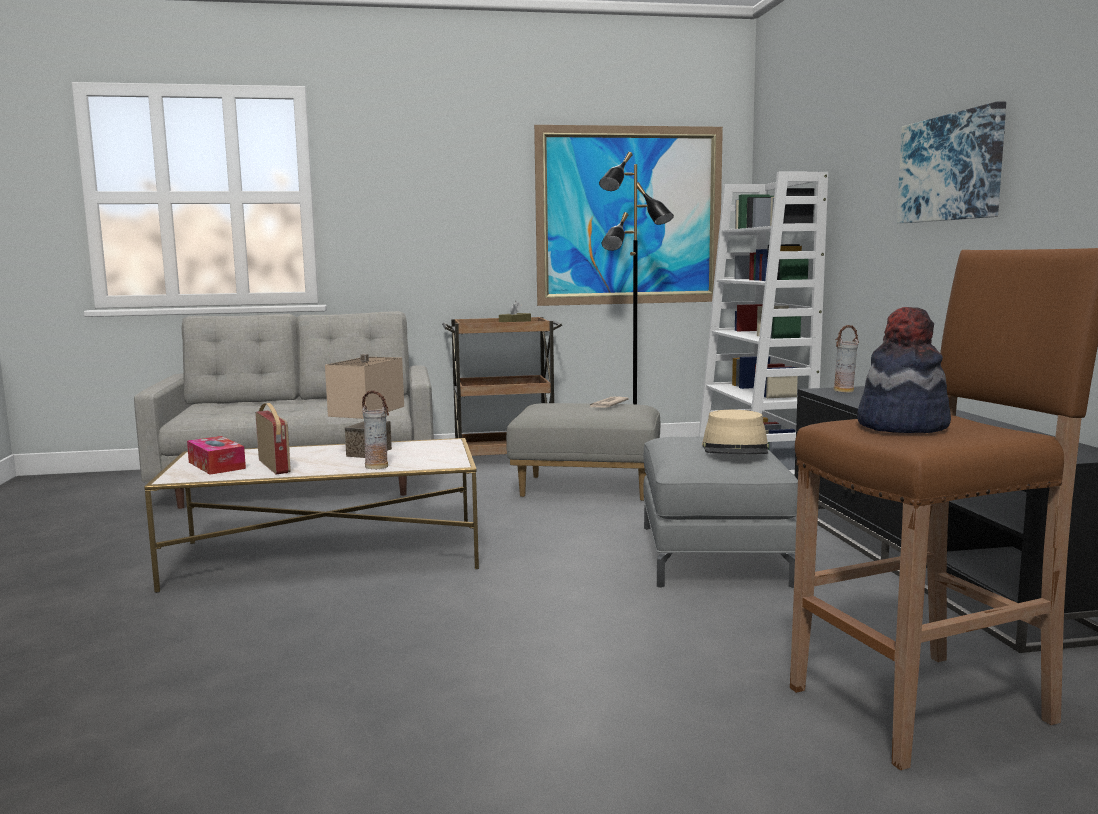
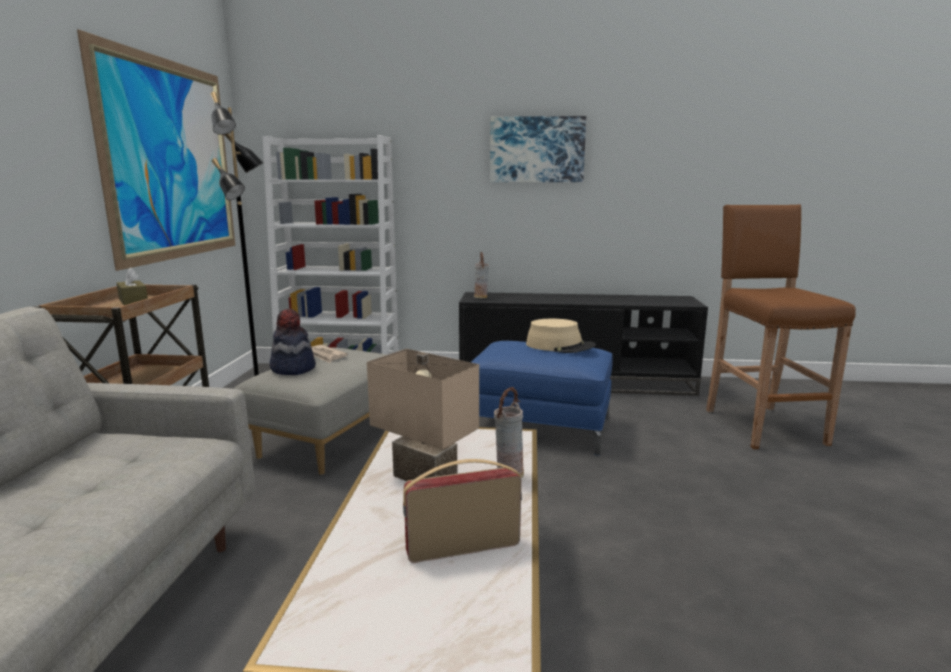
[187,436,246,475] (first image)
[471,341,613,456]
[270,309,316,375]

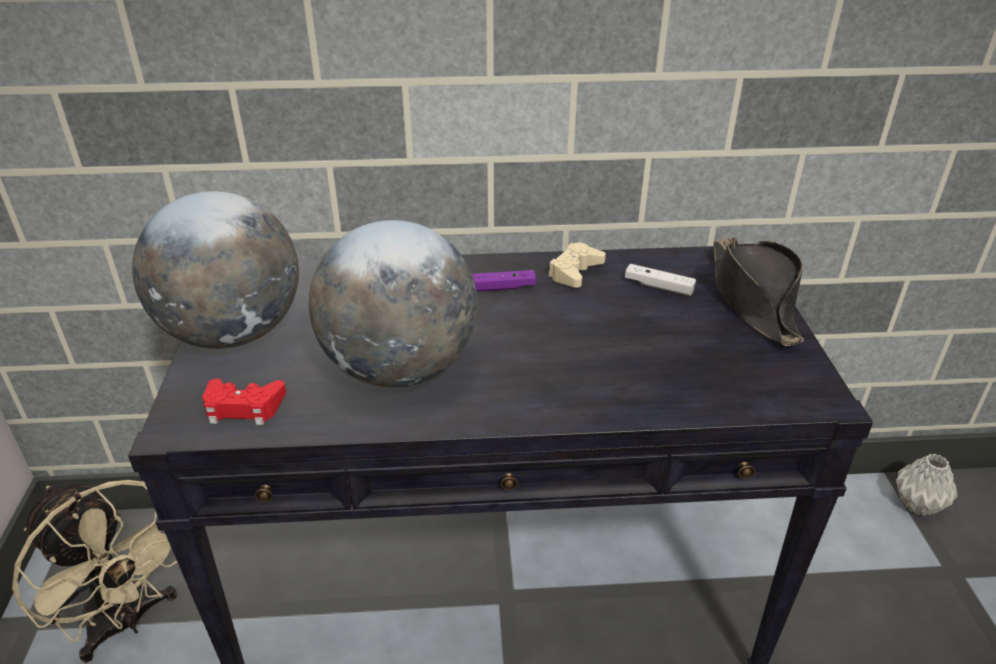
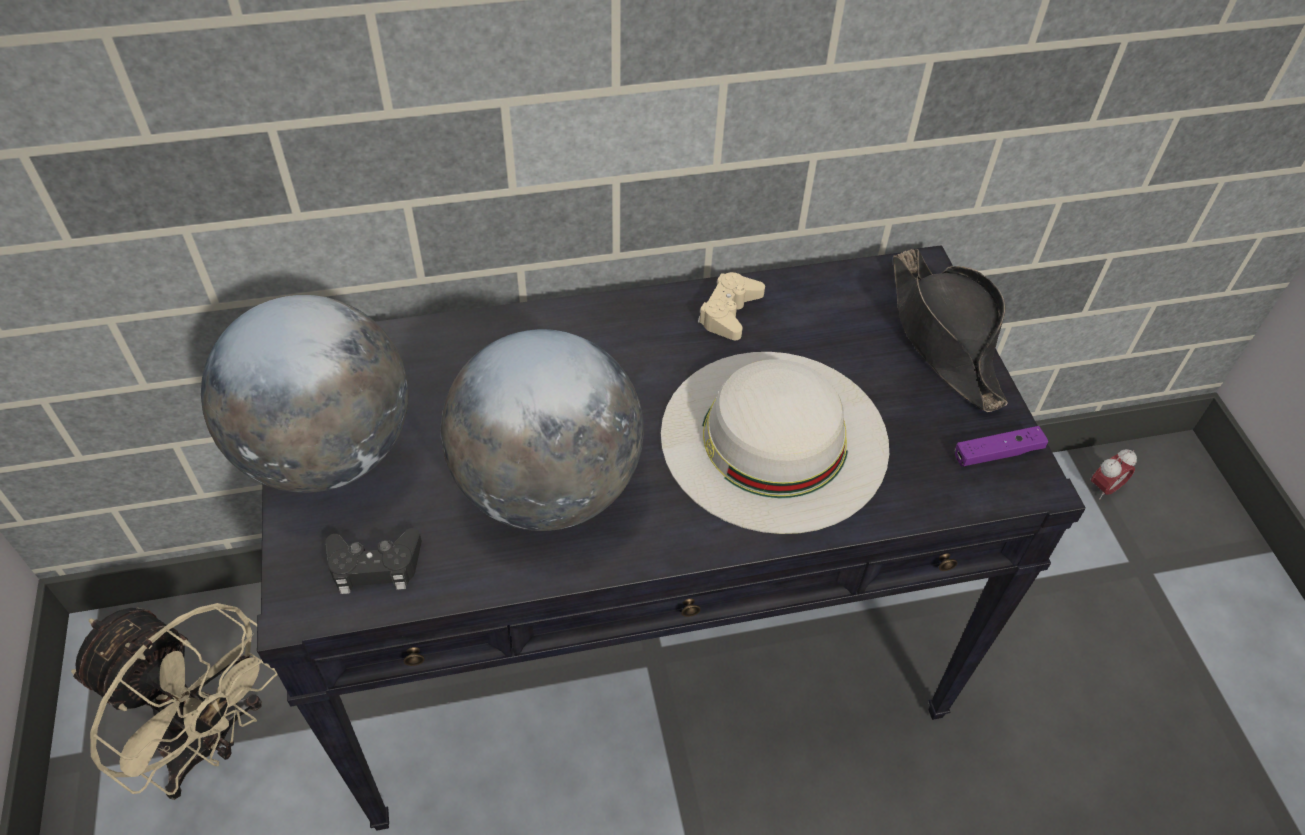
[325,528,422,594]
[955,426,1048,466]
[625,264,696,296] (first image)
[1091,449,1137,499]
[661,352,889,534]

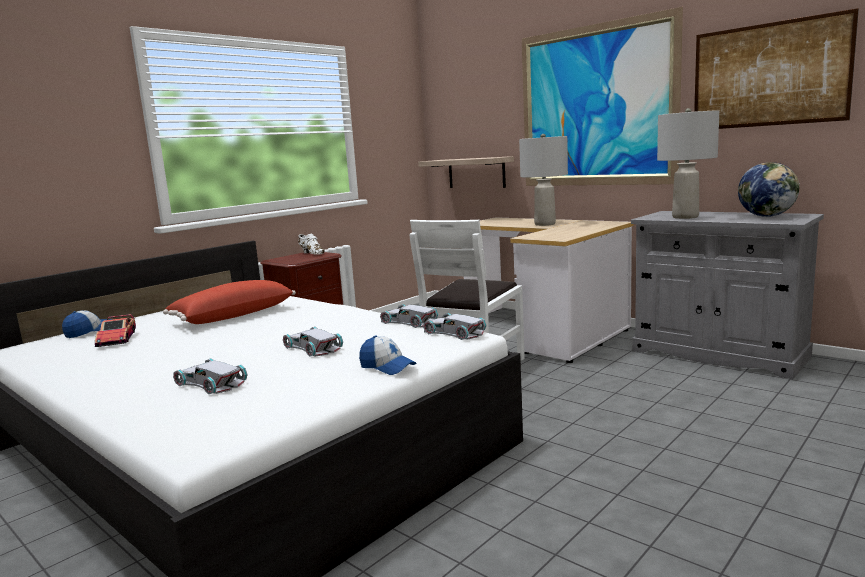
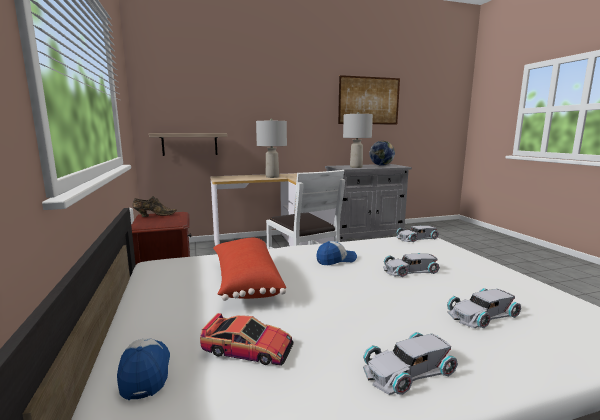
[132,196,177,217]
[317,241,357,265]
[363,332,458,395]
[522,7,683,186] (first image)

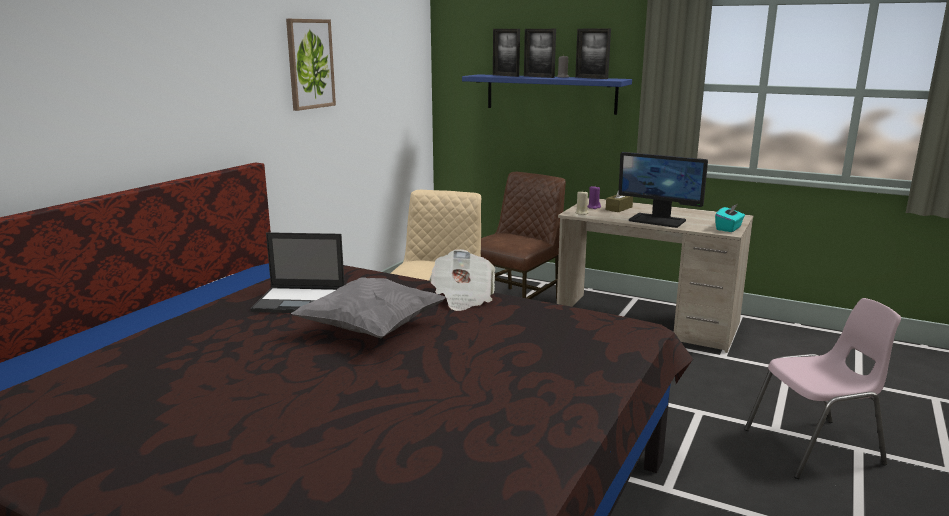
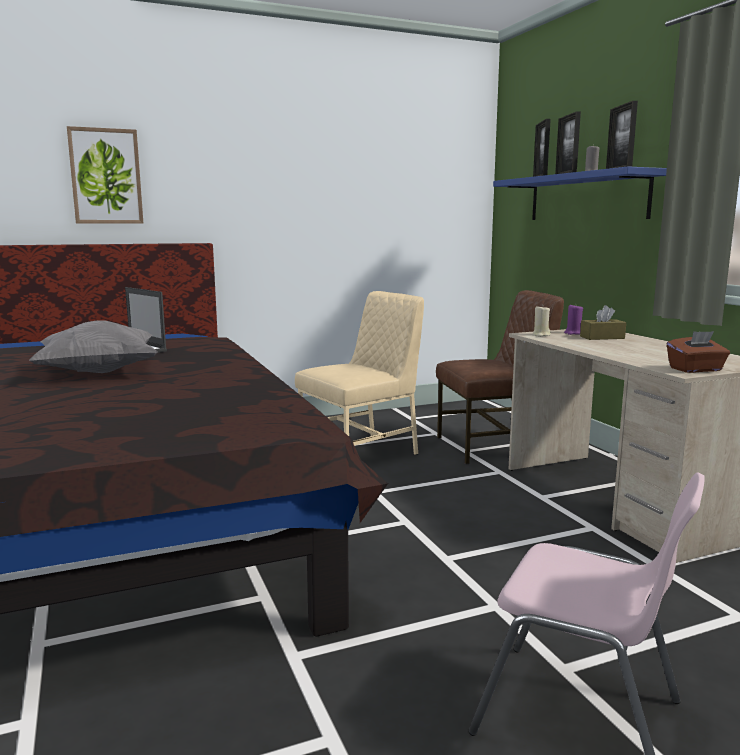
[67,126,144,224]
[429,249,495,311] (first image)
[618,152,708,228] (first image)
[667,331,730,373]

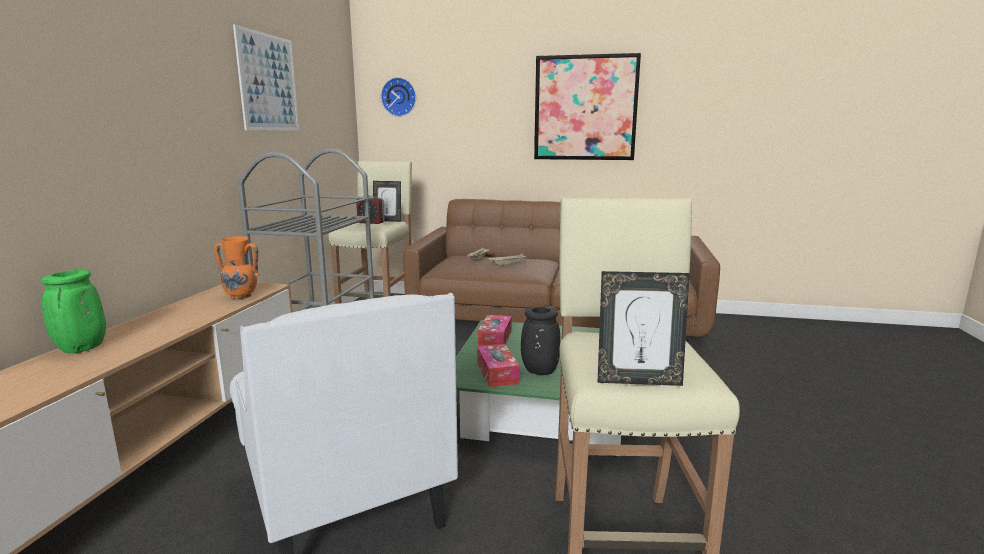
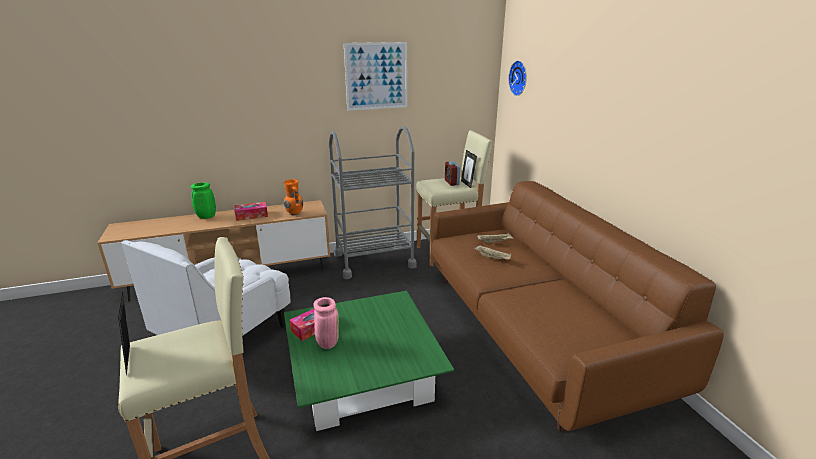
[234,202,268,221]
[314,297,339,349]
[534,53,641,160] (first image)

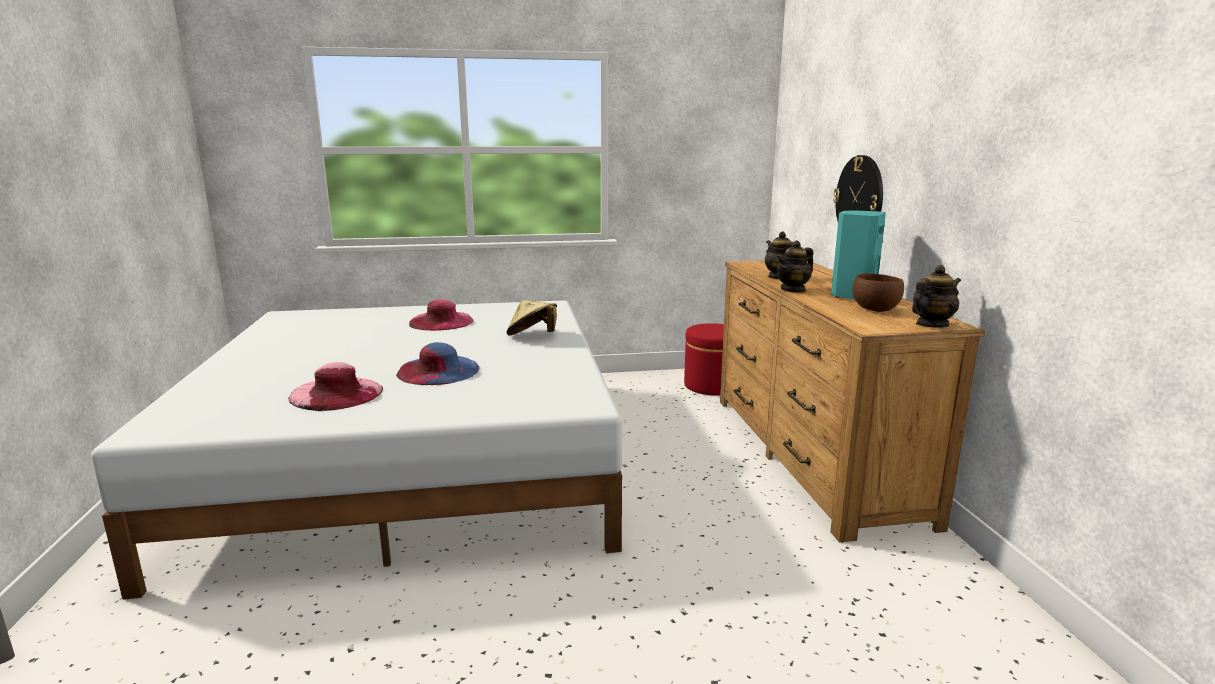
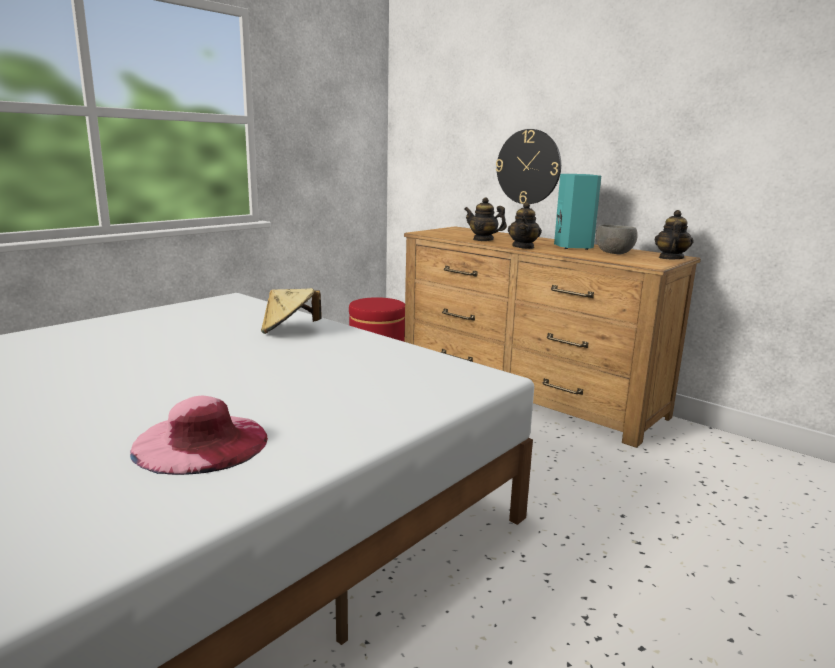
[396,342,479,385] (first image)
[409,299,473,331] (first image)
[596,224,638,254]

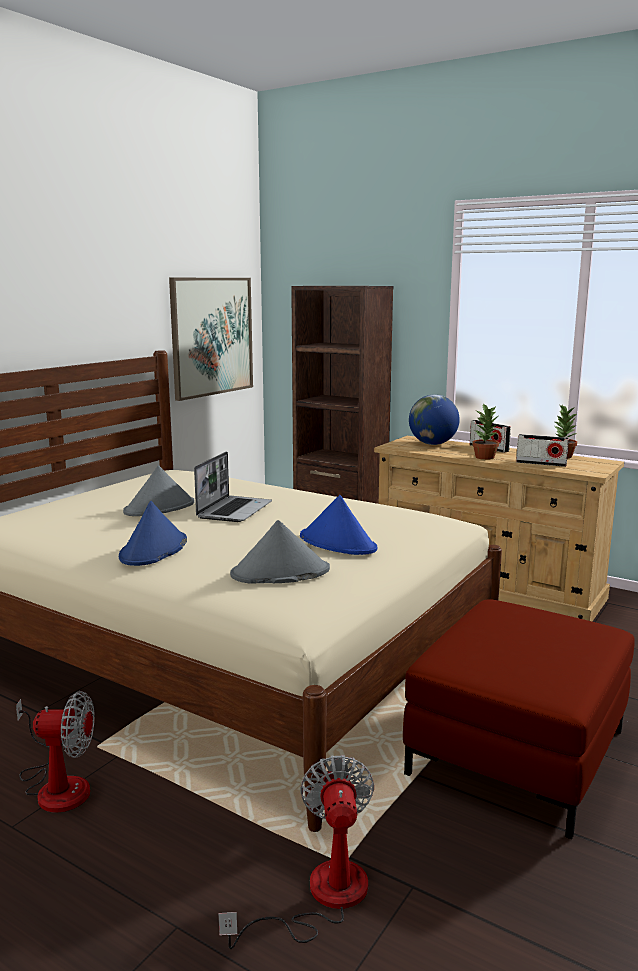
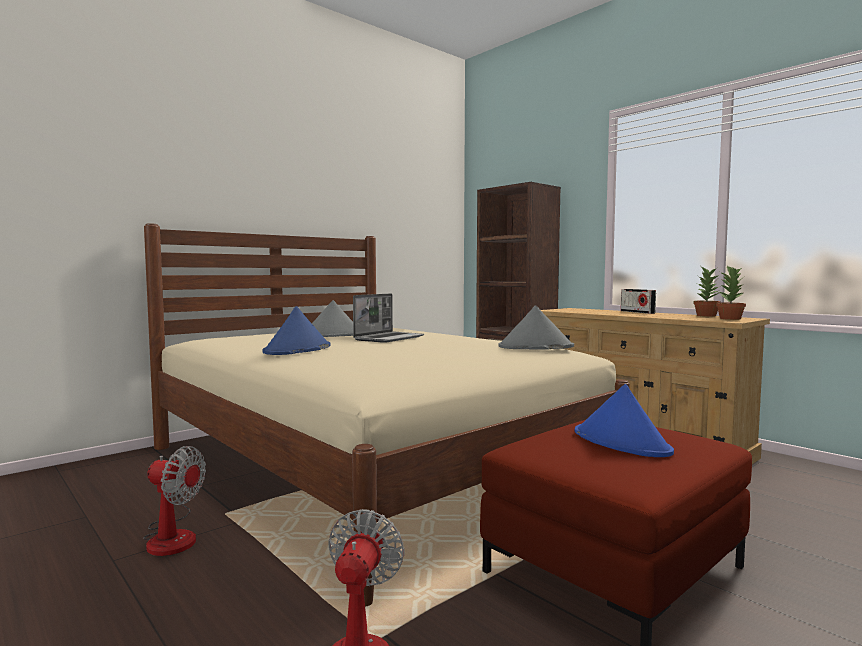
[169,278,253,401] (first image)
[498,306,574,349]
[574,384,674,457]
[409,394,460,445] (first image)
[716,265,746,320]
[516,434,569,467] (first image)

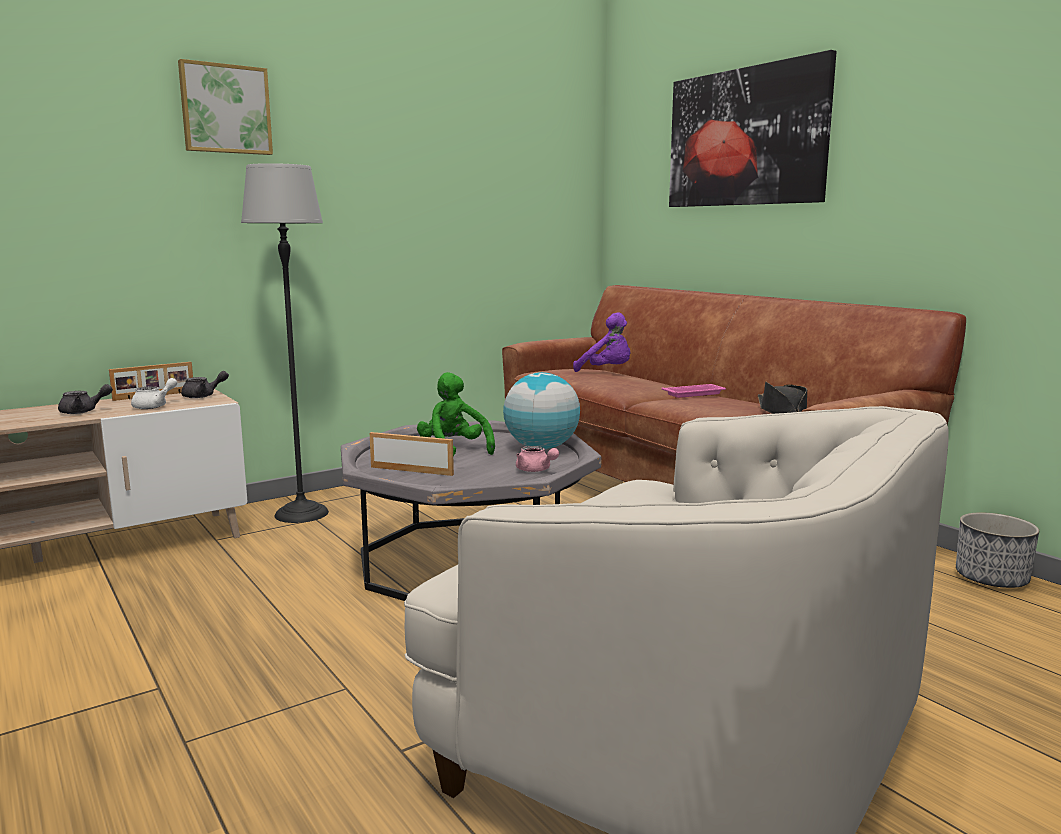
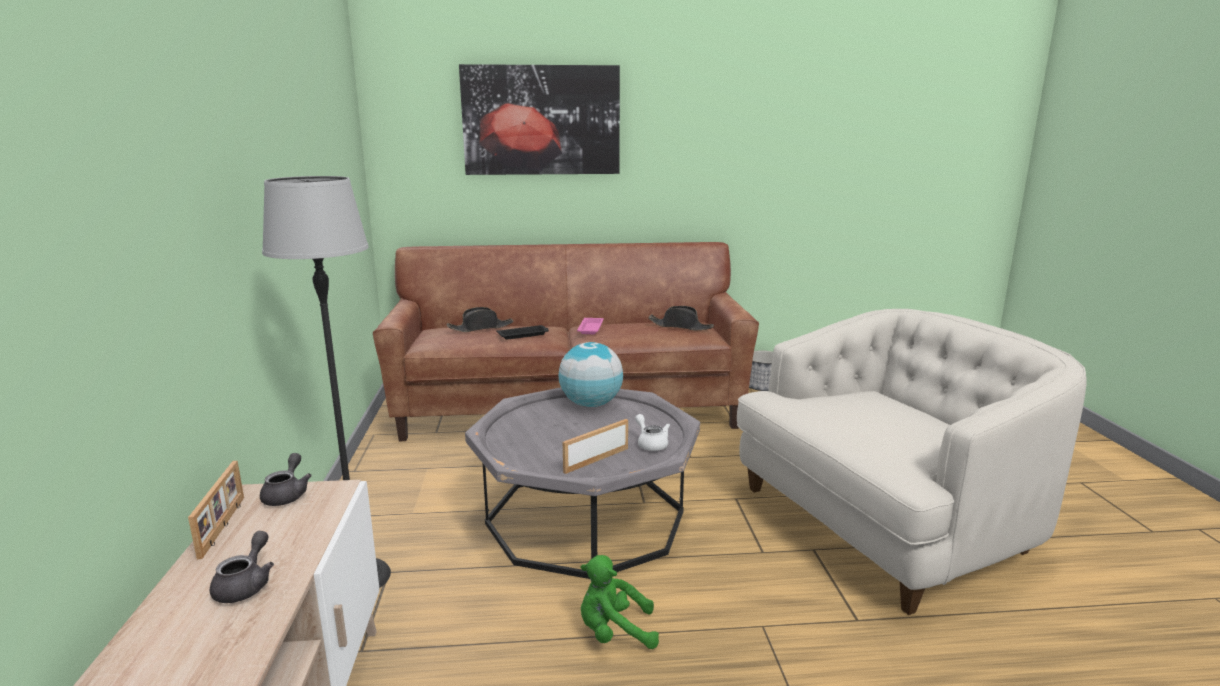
[635,414,670,451]
[178,59,273,155] (first image)
[581,555,659,649]
[516,446,559,472] (first image)
[446,307,514,332]
[497,325,549,340]

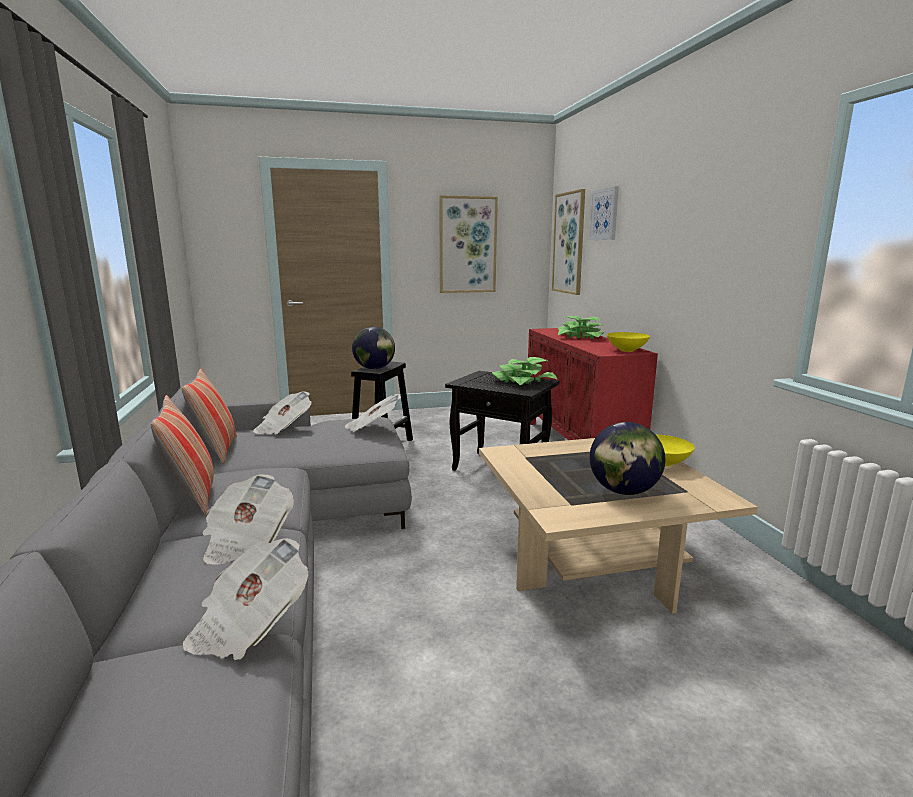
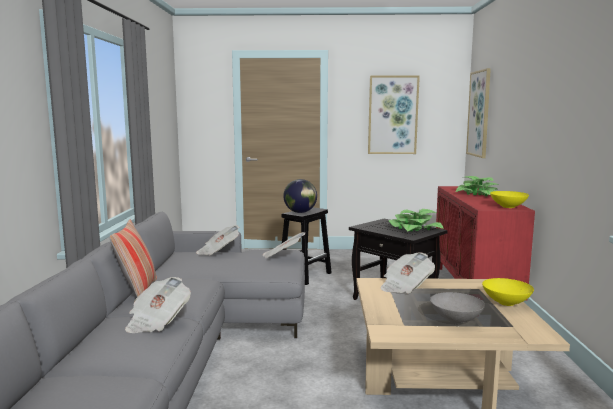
[181,369,237,464] (first image)
[380,252,435,293]
[589,186,619,240] (first image)
[430,292,485,324]

